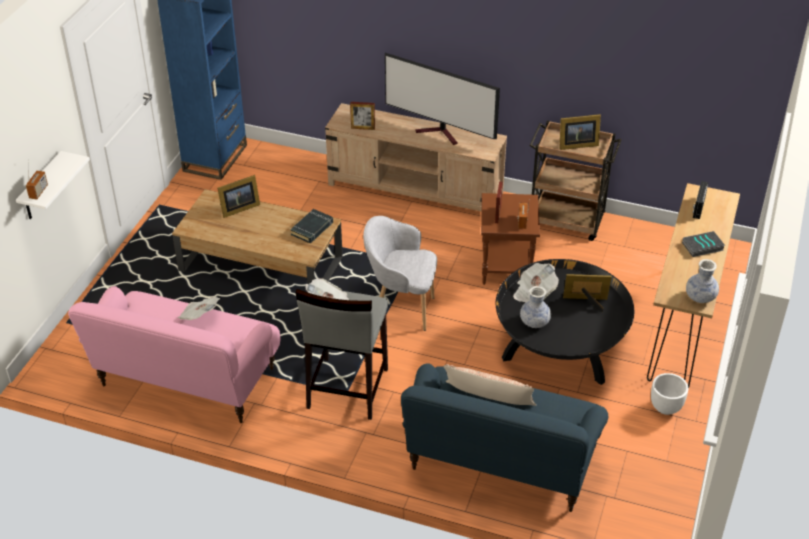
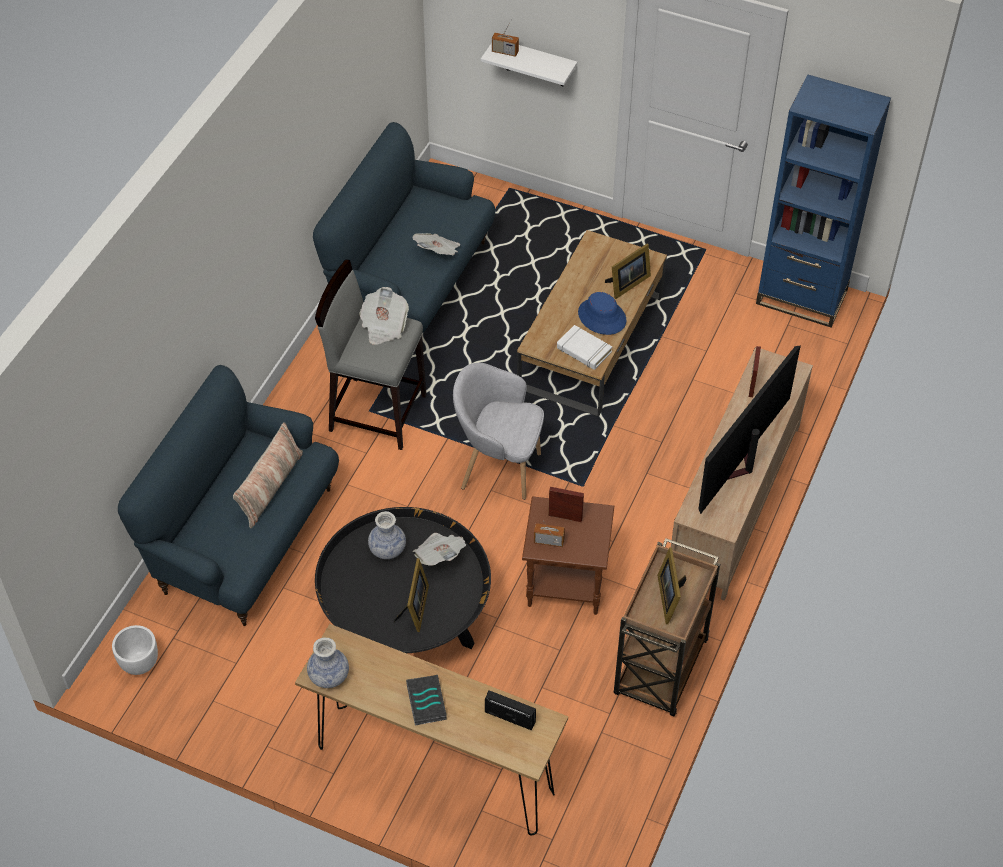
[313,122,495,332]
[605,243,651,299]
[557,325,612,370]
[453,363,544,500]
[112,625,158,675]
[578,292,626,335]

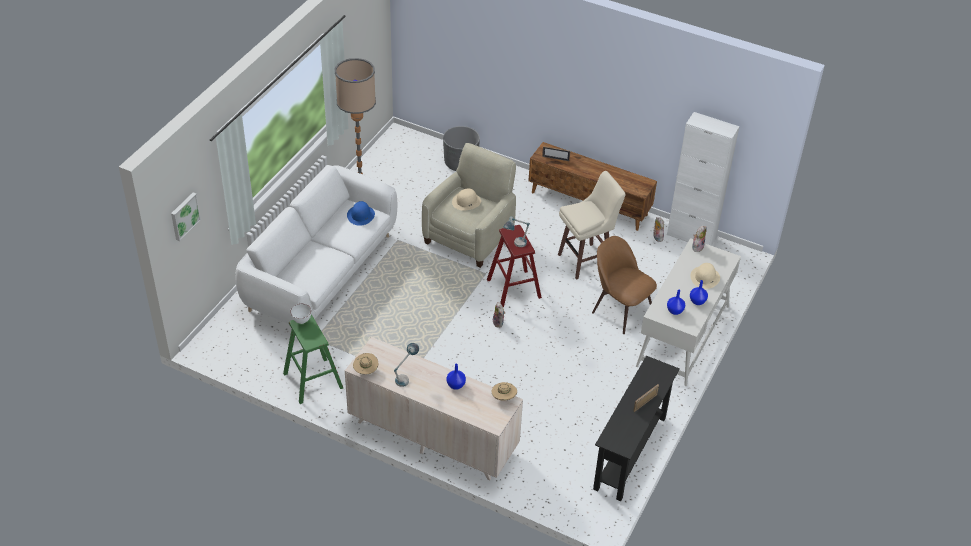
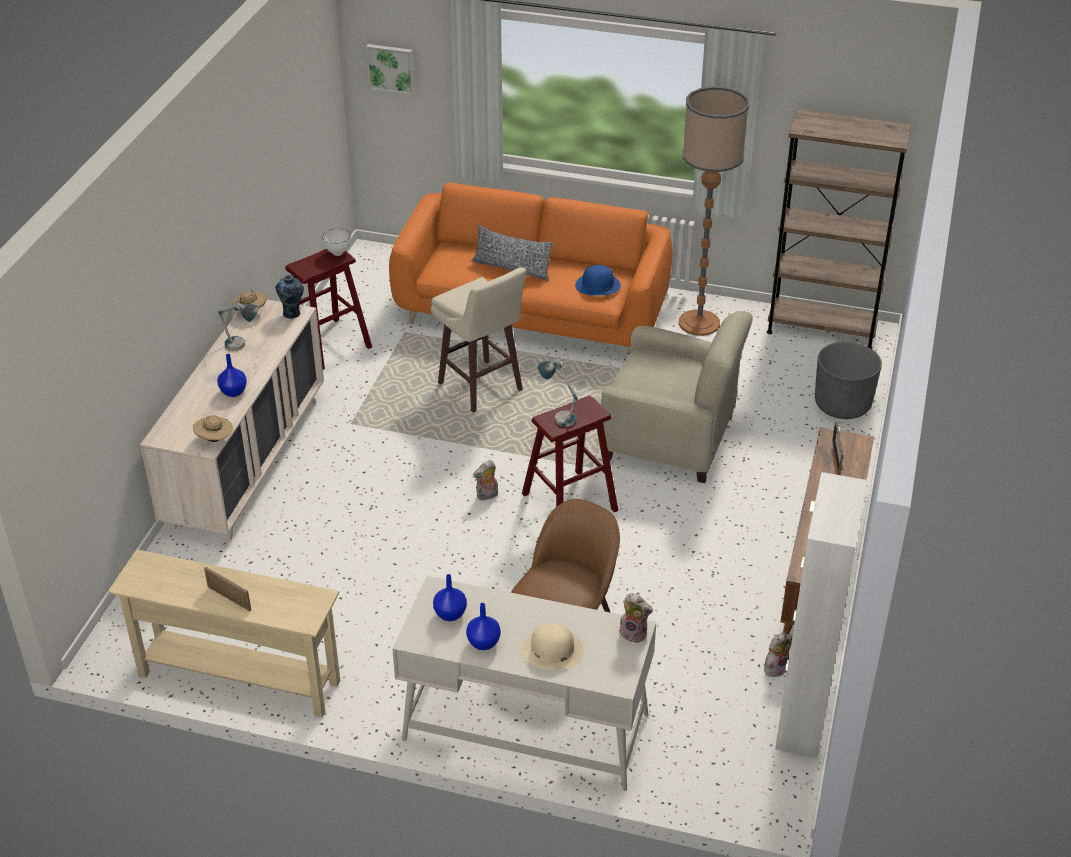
[389,182,672,355]
[285,249,372,370]
[452,189,481,211] (first image)
[431,268,526,413]
[108,550,340,718]
[276,275,304,319]
[471,225,554,281]
[767,109,912,349]

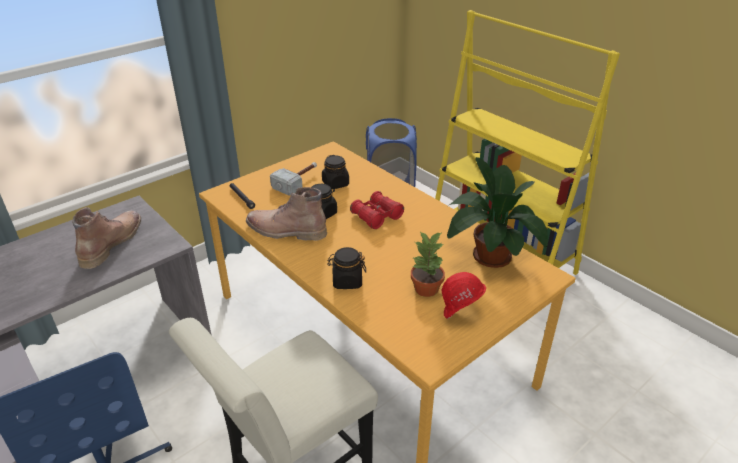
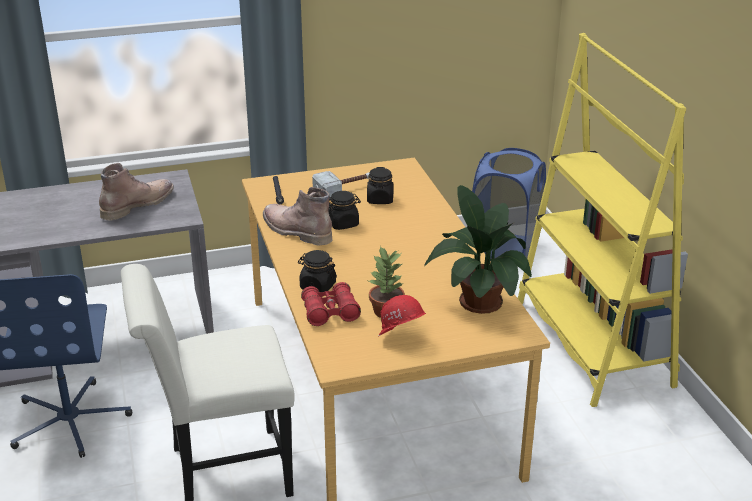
[301,282,361,326]

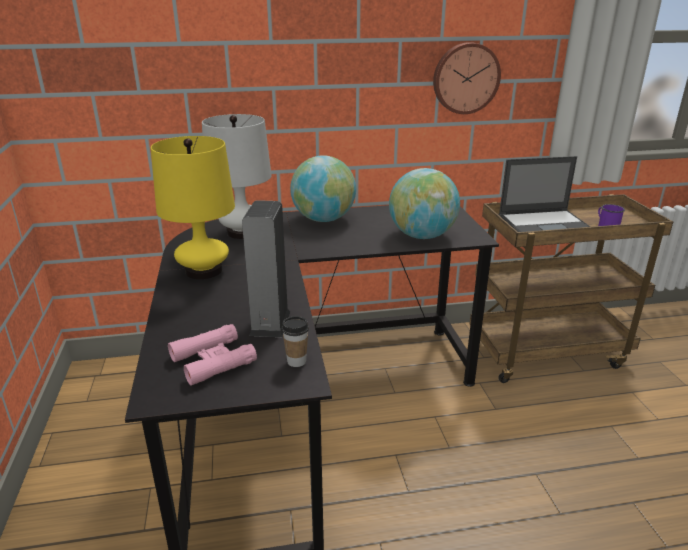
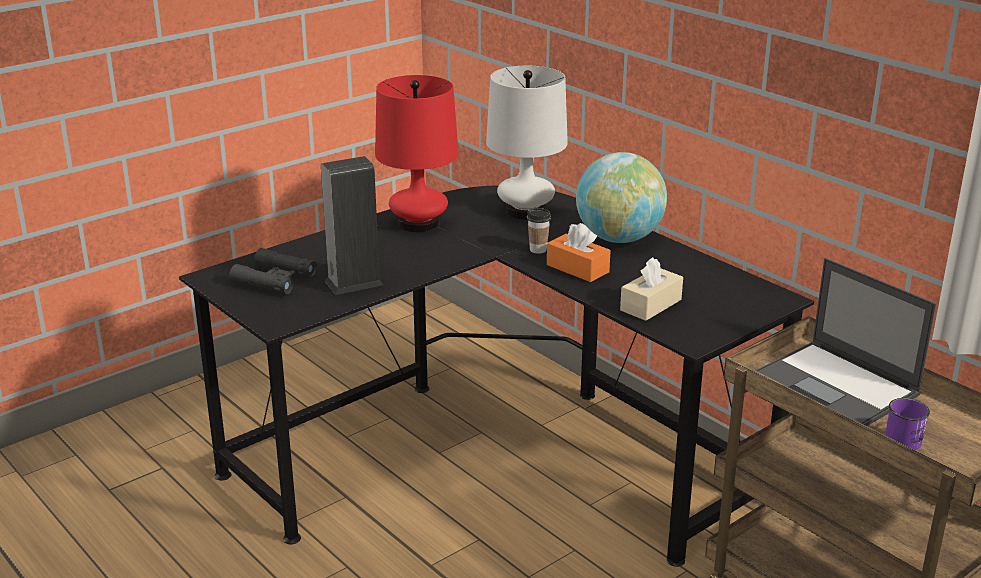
[375,75,459,232]
[229,248,317,294]
[527,208,551,254]
[620,257,683,321]
[433,42,501,114] (first image)
[547,223,611,282]

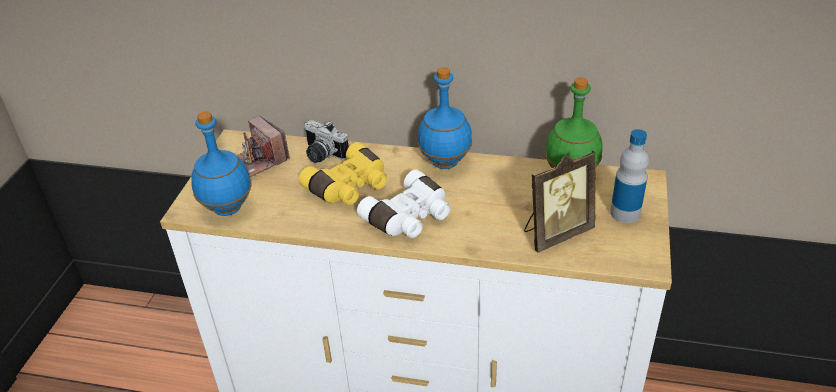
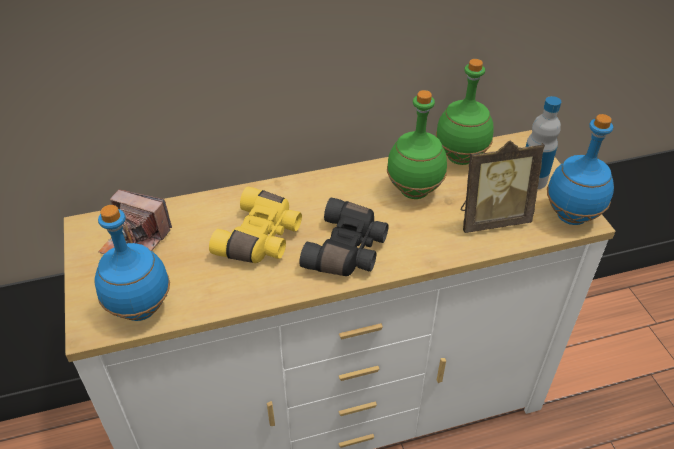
[304,120,349,163] (first image)
[299,198,389,276]
[547,114,614,225]
[461,141,545,233]
[387,90,447,199]

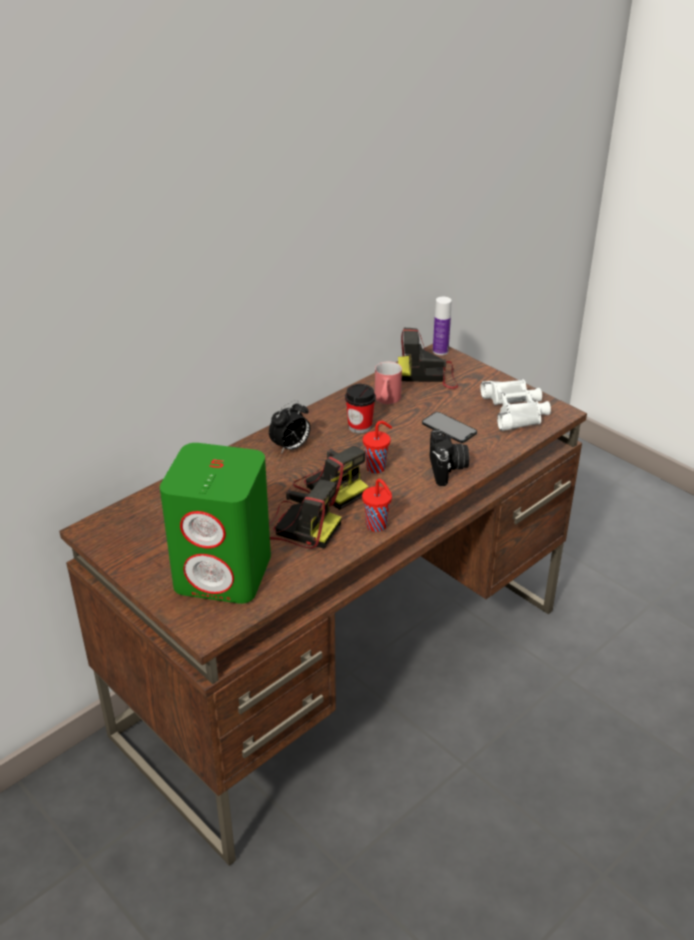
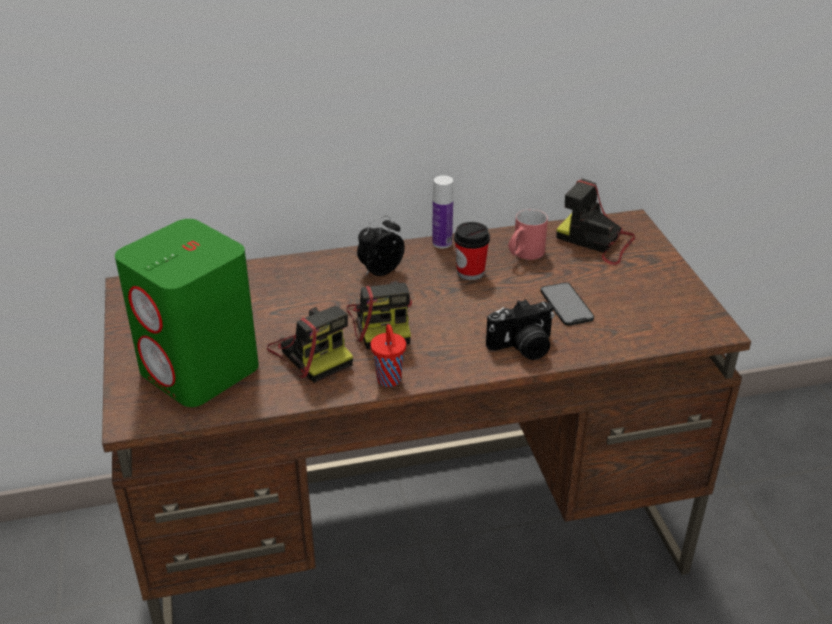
[357,216,405,276]
[363,421,392,474] (first image)
[486,299,554,360]
[432,175,453,249]
[480,379,551,431] (first image)

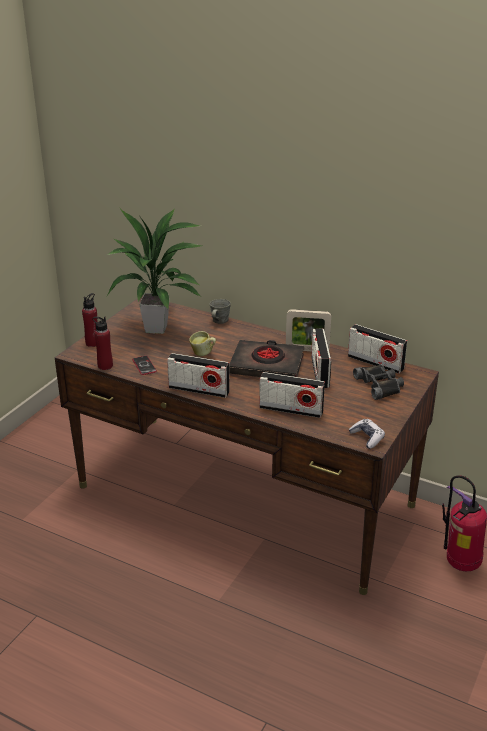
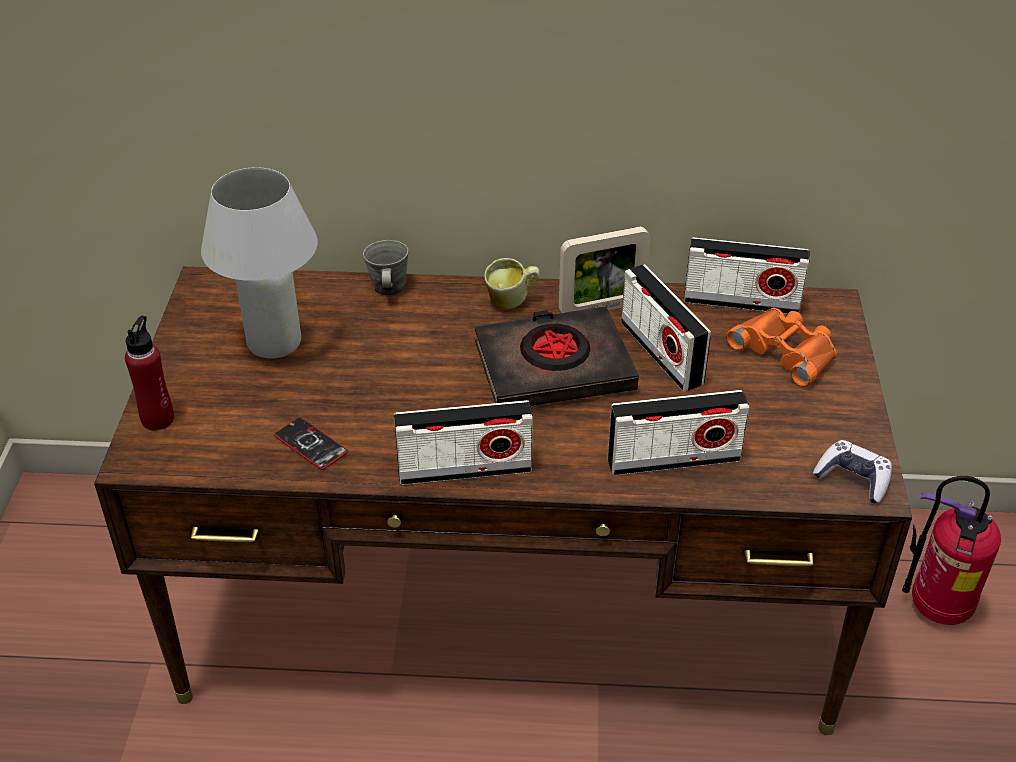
[92,316,113,370] (first image)
[201,167,318,359]
[484,258,540,309]
[726,308,837,387]

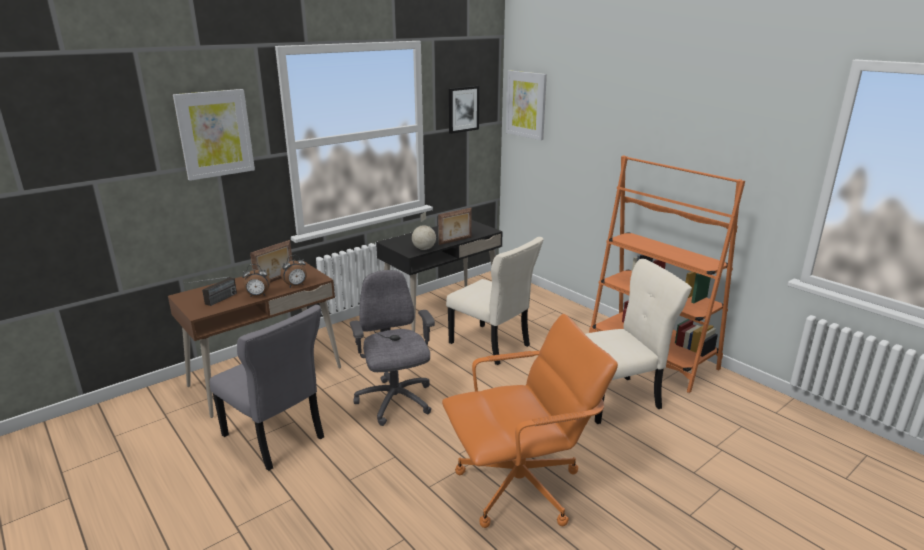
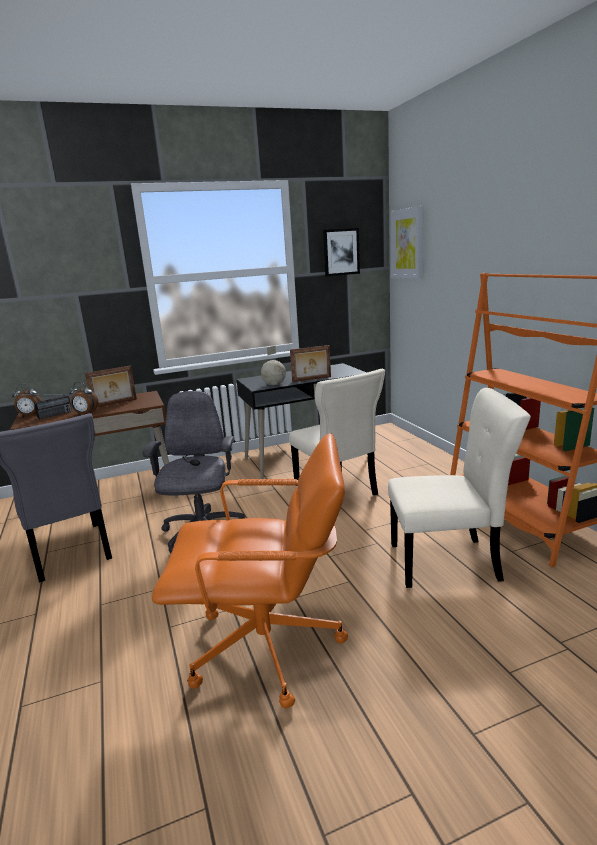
[173,89,255,181] (first image)
[12,384,42,416]

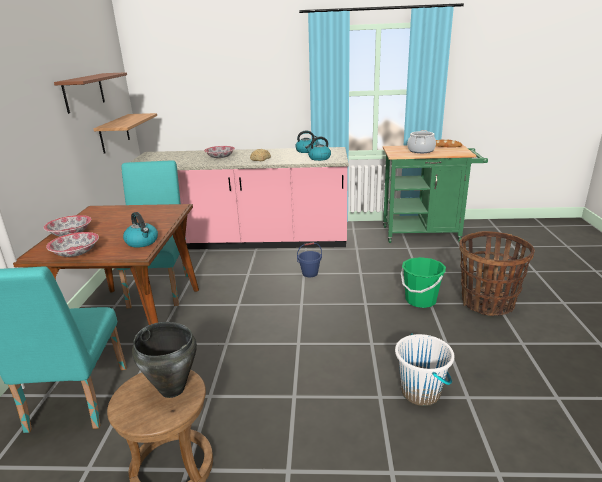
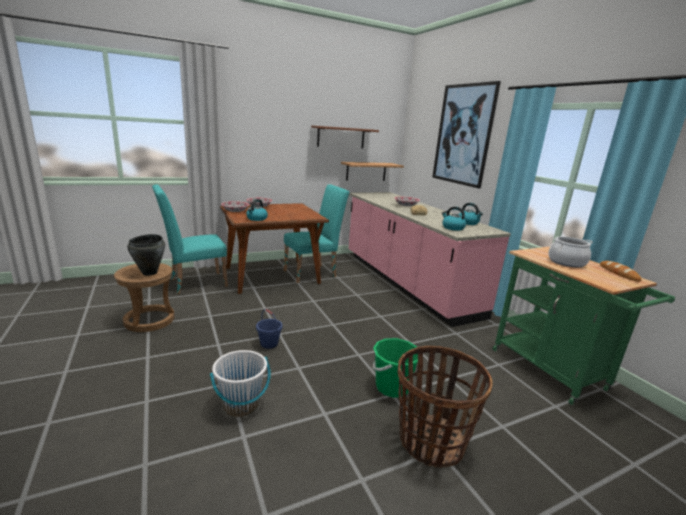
[256,309,282,349]
[432,81,501,189]

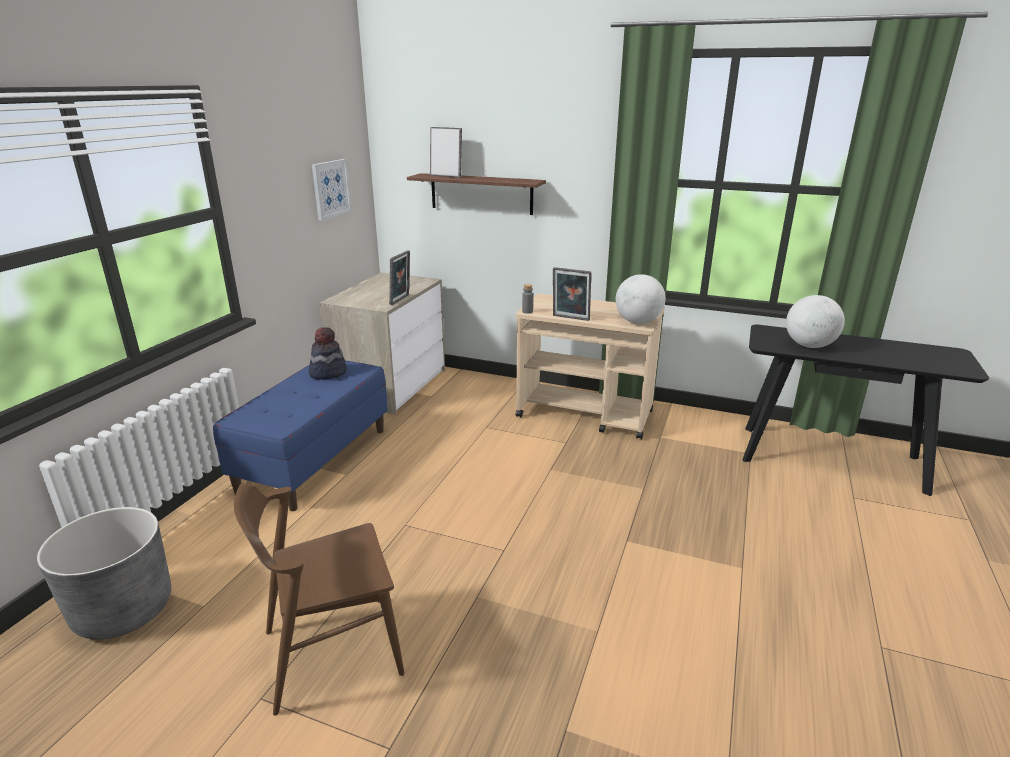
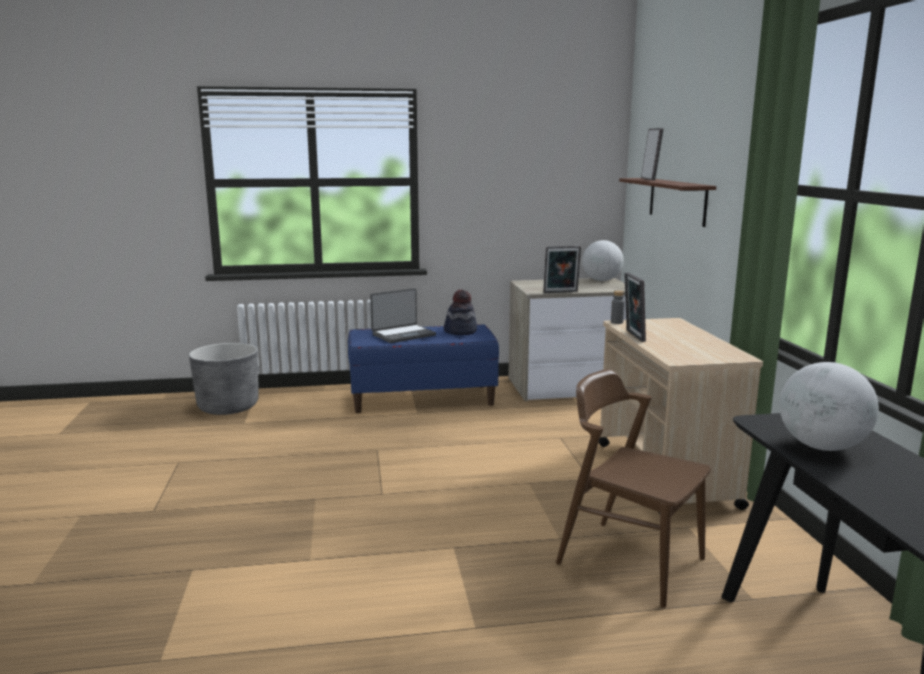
[556,369,711,608]
[312,159,352,220] (first image)
[582,240,624,281]
[370,288,436,343]

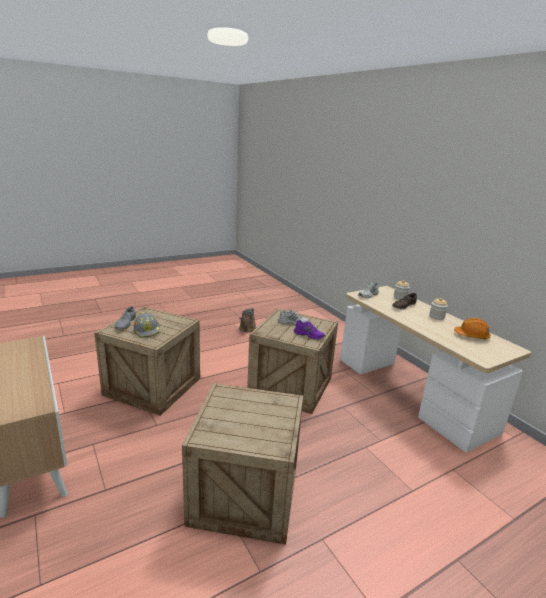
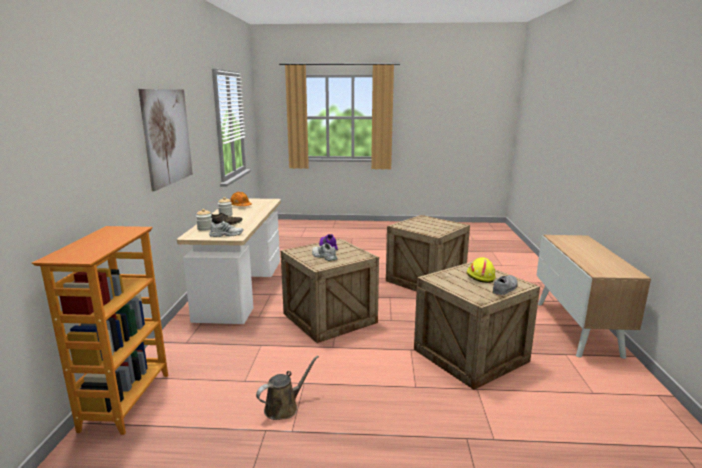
[466,257,496,283]
[32,226,168,435]
[138,89,193,191]

